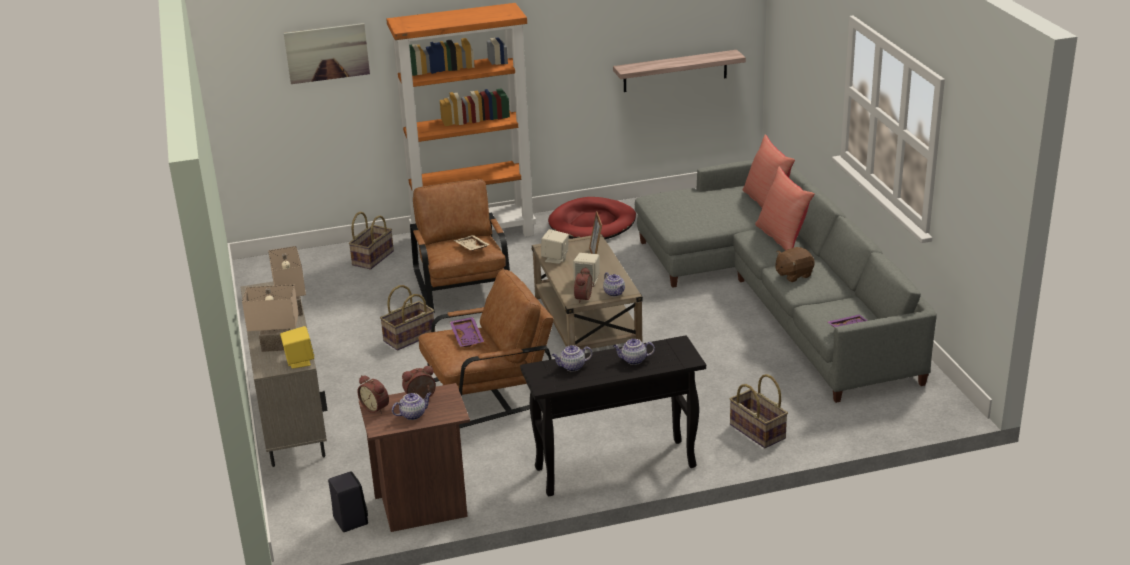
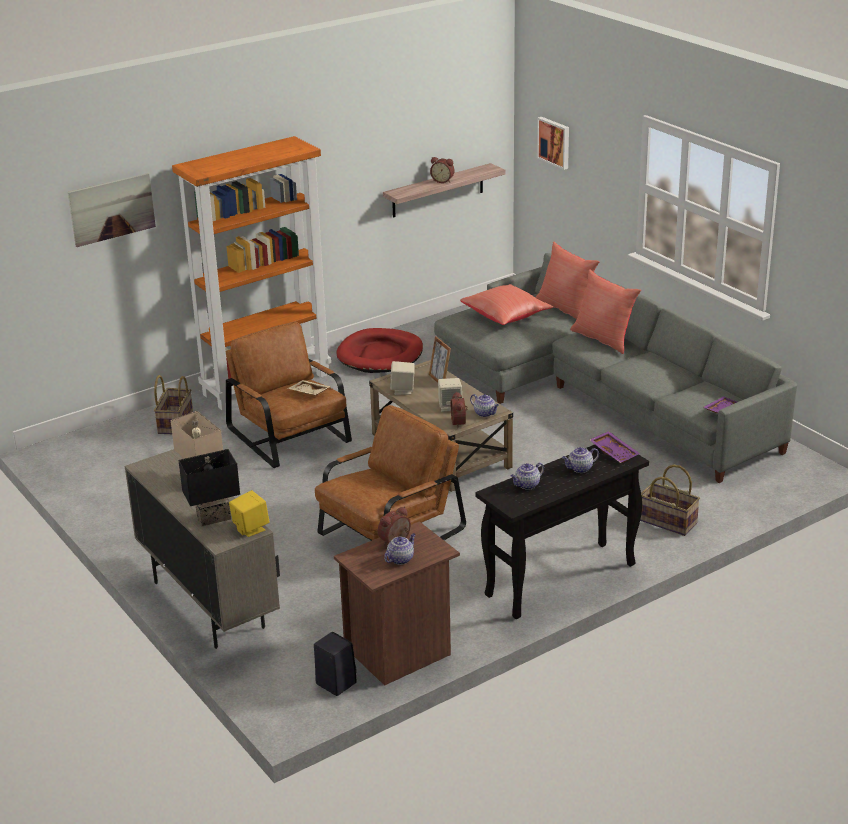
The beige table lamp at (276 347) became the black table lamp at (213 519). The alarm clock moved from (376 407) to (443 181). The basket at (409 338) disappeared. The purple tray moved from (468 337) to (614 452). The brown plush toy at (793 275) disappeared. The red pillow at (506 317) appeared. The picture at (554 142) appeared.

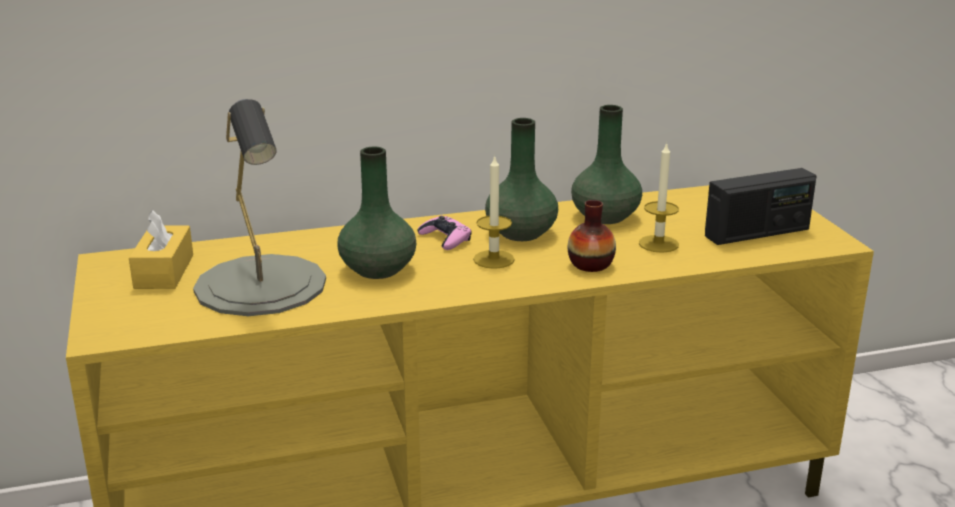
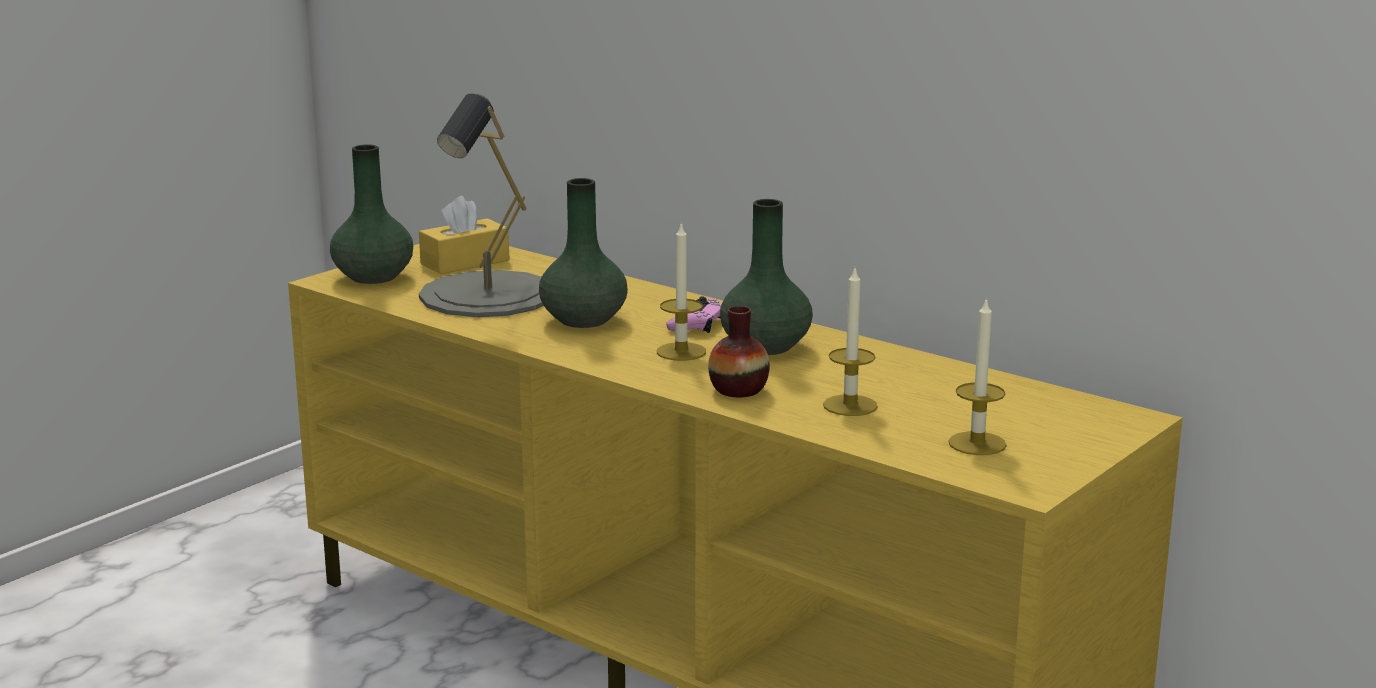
The green vase moved from (605 217) to (372 277). The radio at (757 233) was replaced by the candle at (977 443).

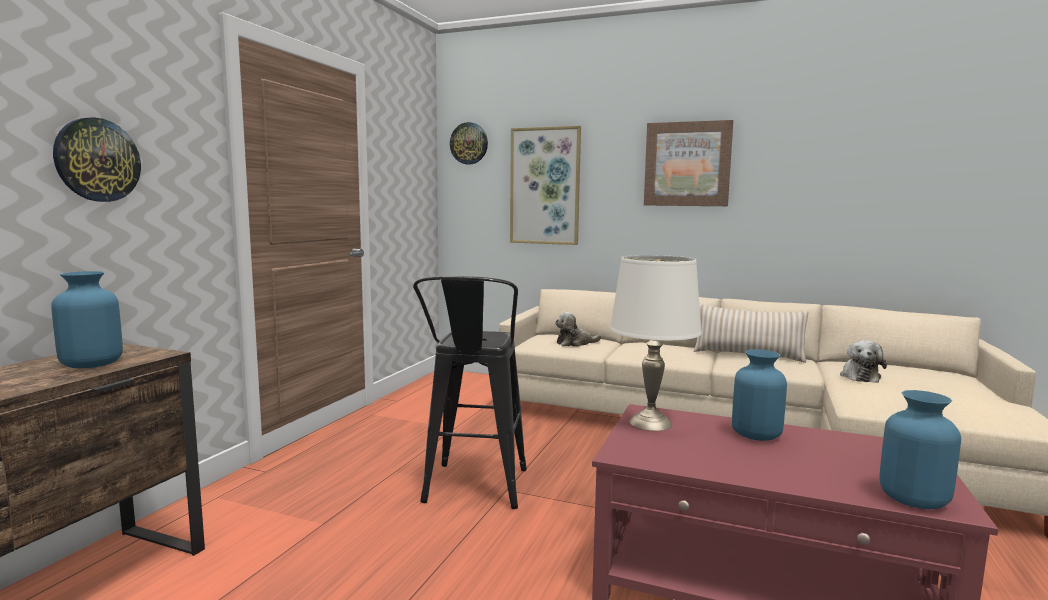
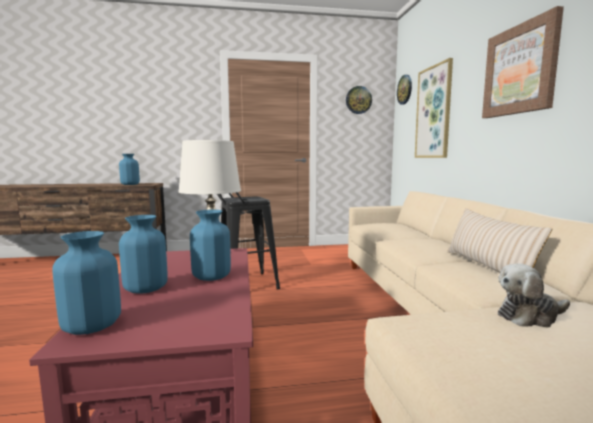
The wall clock moved from (97 160) to (358 100). The plush toy at (575 343) disappeared. The blue vase at (146 288) appeared.

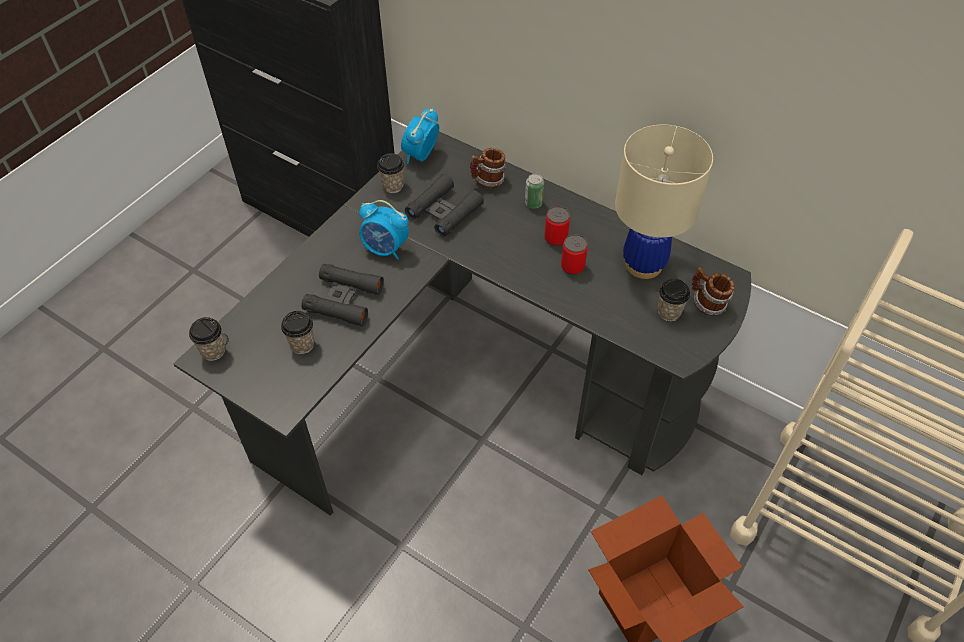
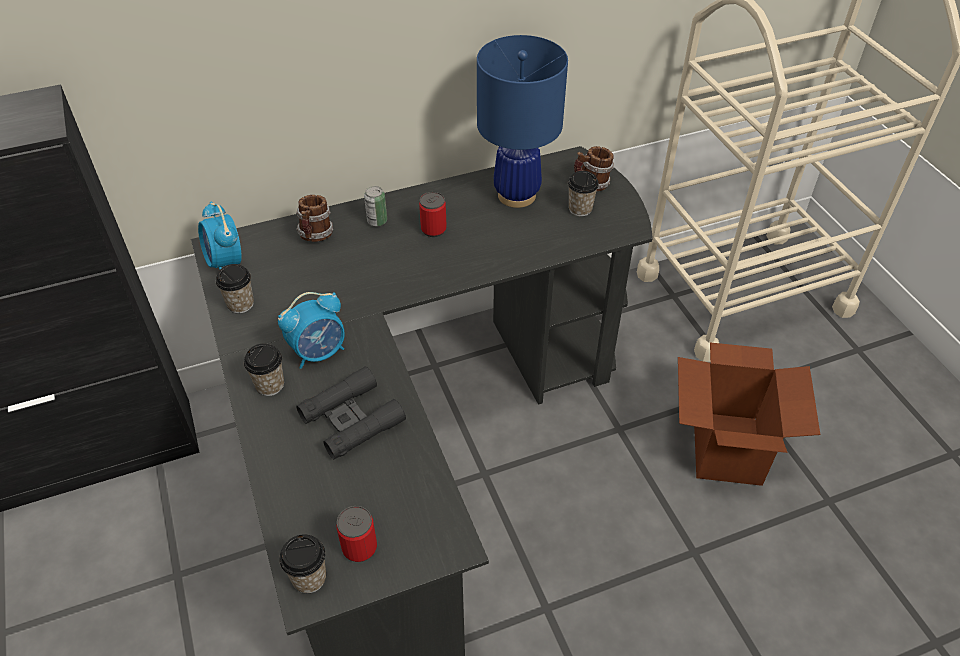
The cup moved from (302 344) to (270 385). The black binoculars at (444 211) disappeared. The can moved from (572 267) to (359 547). The beige table lamp at (644 264) became the blue table lamp at (516 195).

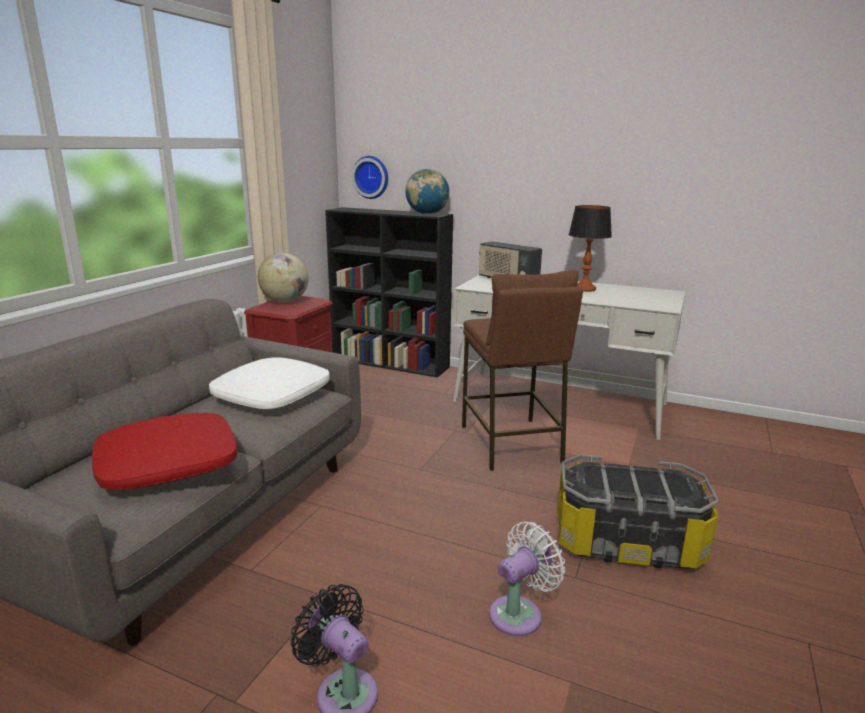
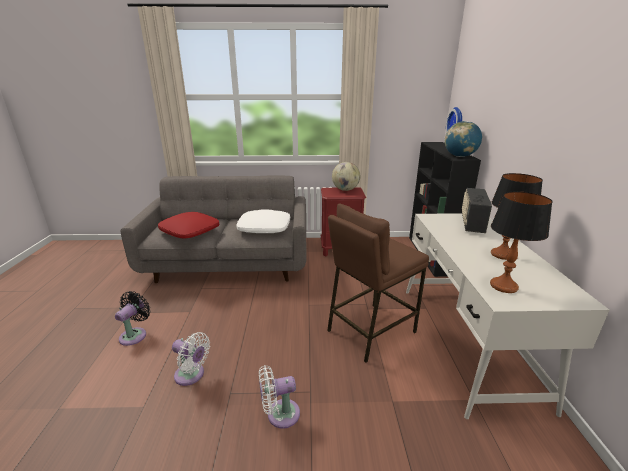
The storage box at (627 542) was replaced by the white fan at (279 414). The table lamp at (503 286) appeared.

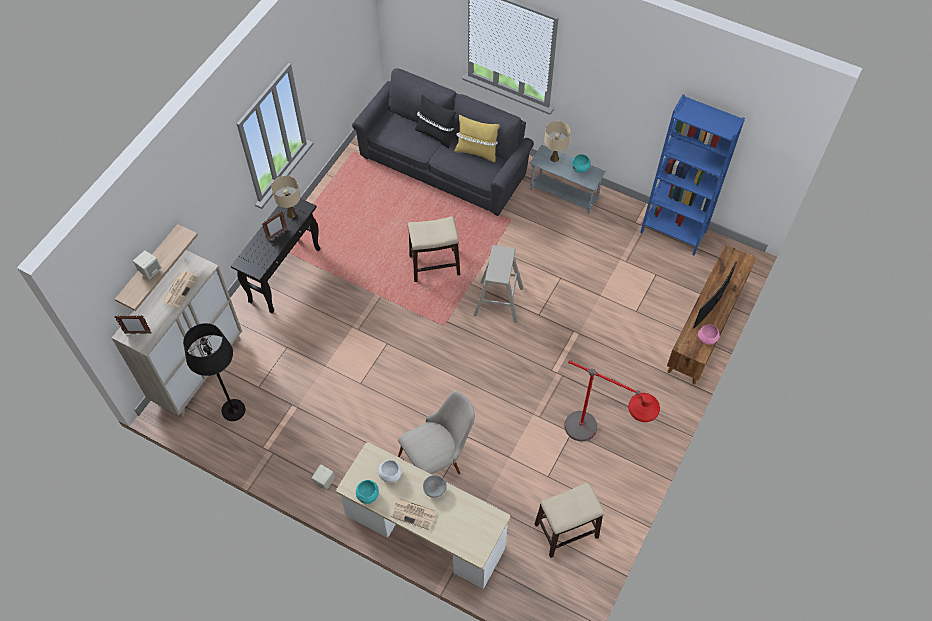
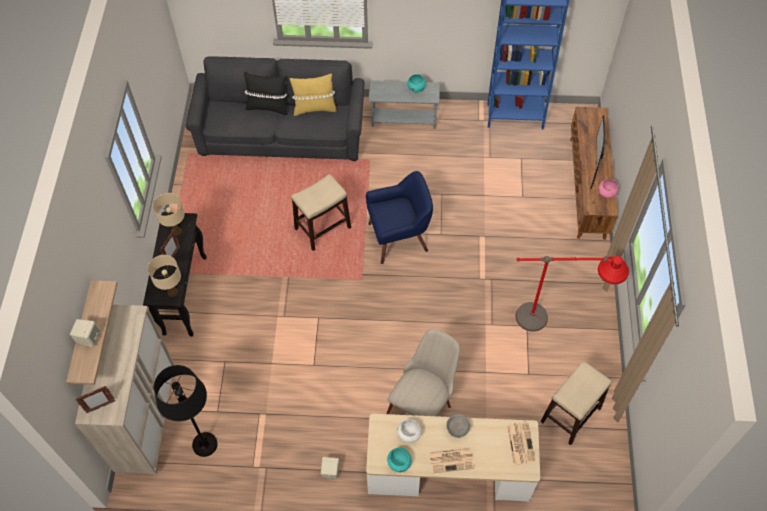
The newspaper moved from (180 288) to (520 443). The beige stool at (498 302) was replaced by the blue armchair at (399 237). The beige table lamp moved from (554 158) to (172 292).

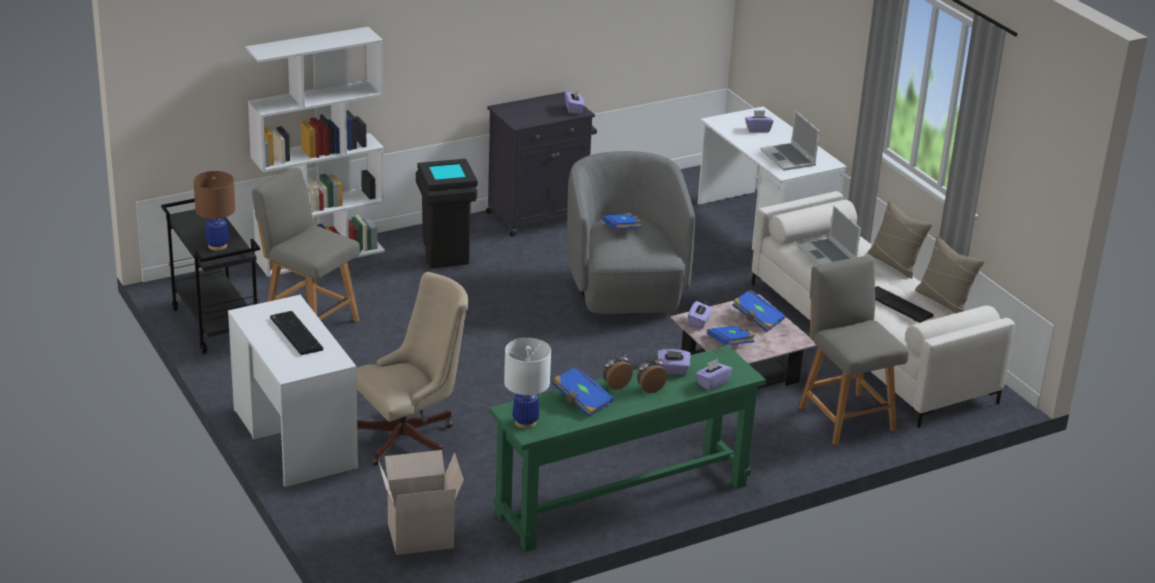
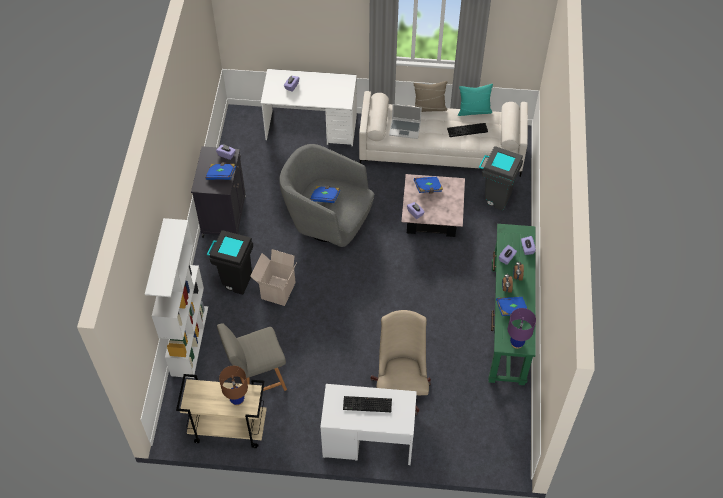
The black cart at (214 325) became the beige cart at (228 428). The cardboard box moved from (421 534) to (277 290). The white table lamp at (525 422) became the purple table lamp at (517 343). The blue book moved from (730 344) to (221 175). The laptop at (789 158) disappeared. The grey chair at (844 417) was replaced by the grey trash can at (495 198). The beige pillow at (944 301) became the turquoise pillow at (474 111).

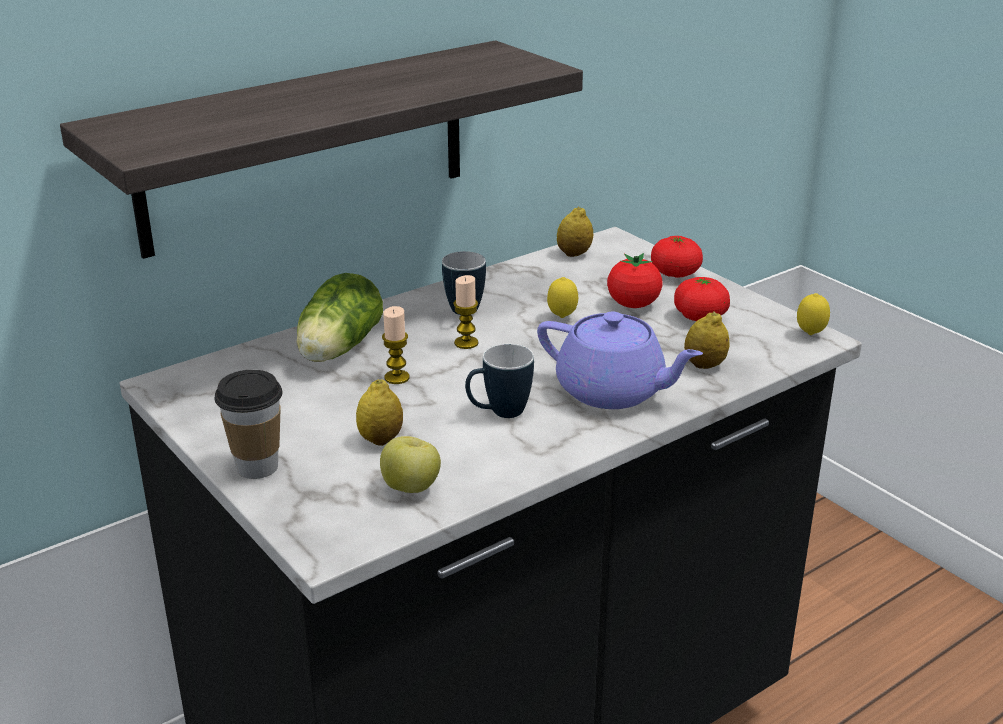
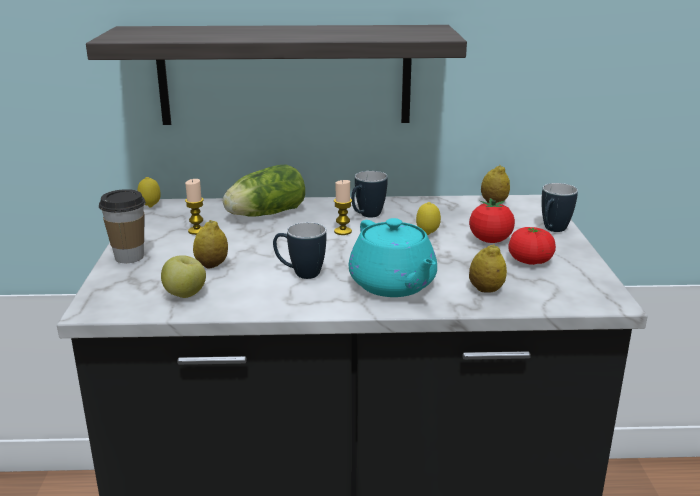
The candle moved from (397 377) to (197 231). The purple teapot at (613 391) became the turquoise teapot at (393 285). The tomato at (675 273) was replaced by the mug at (552 231). The lemon moved from (810 334) to (150 207).

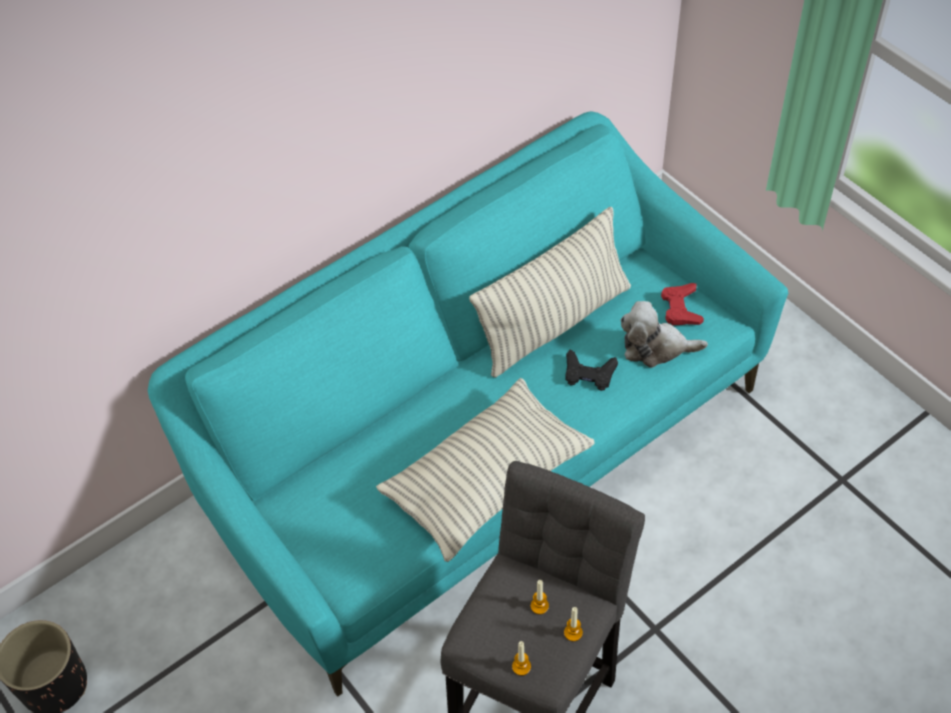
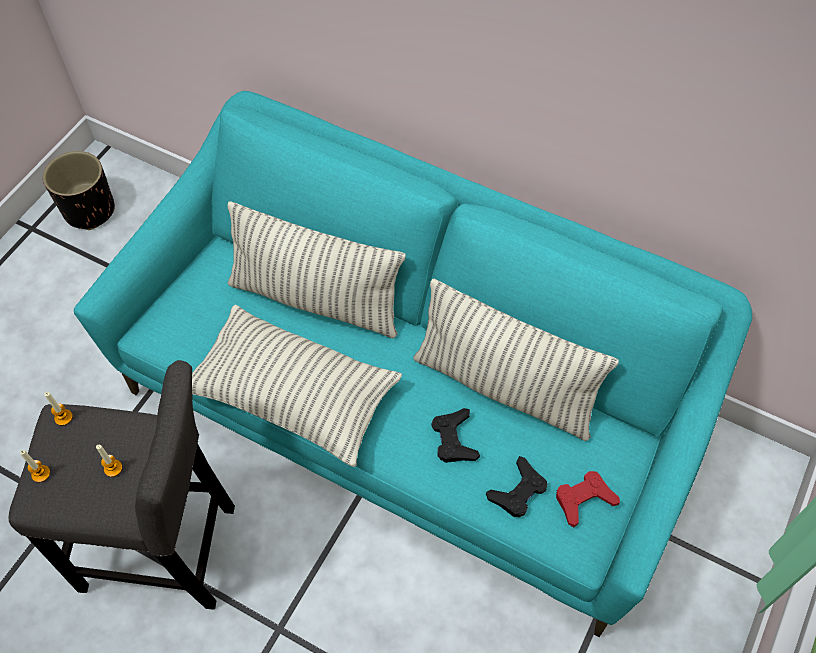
The candle moved from (573 632) to (63 417). The plush toy at (656 347) was replaced by the black game controller at (518 491). The pillow at (316 300) appeared.

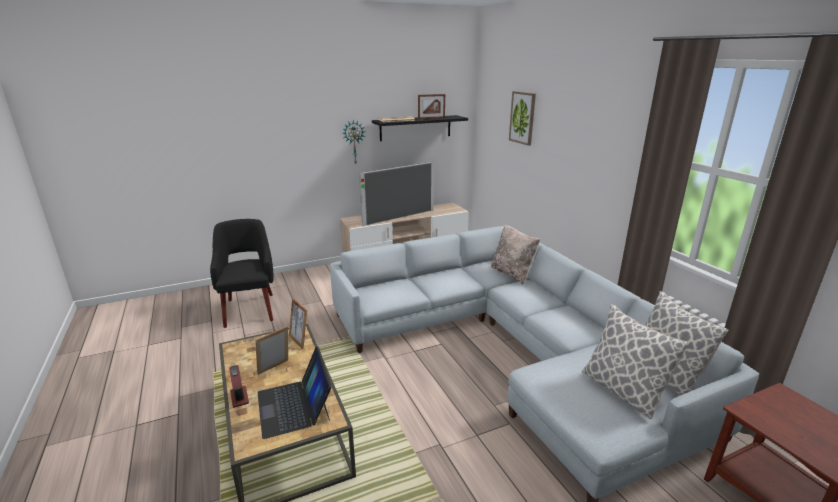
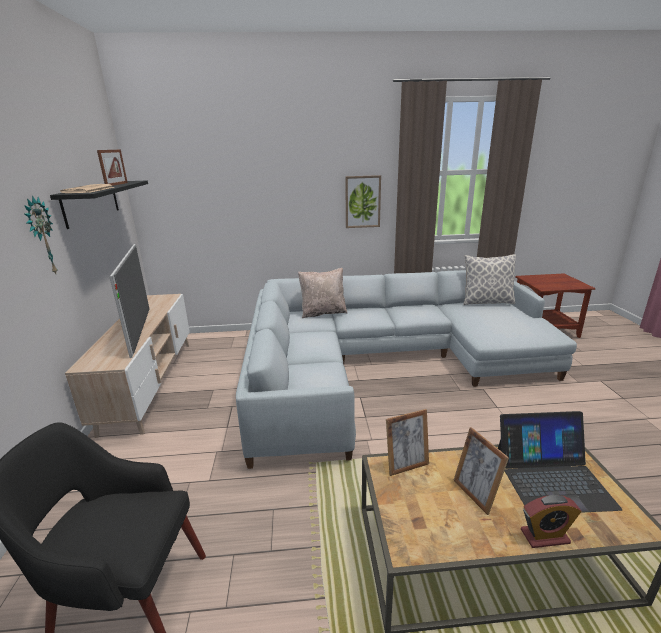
The picture moved from (522 118) to (362 202). The pillow at (622 390) disappeared.

